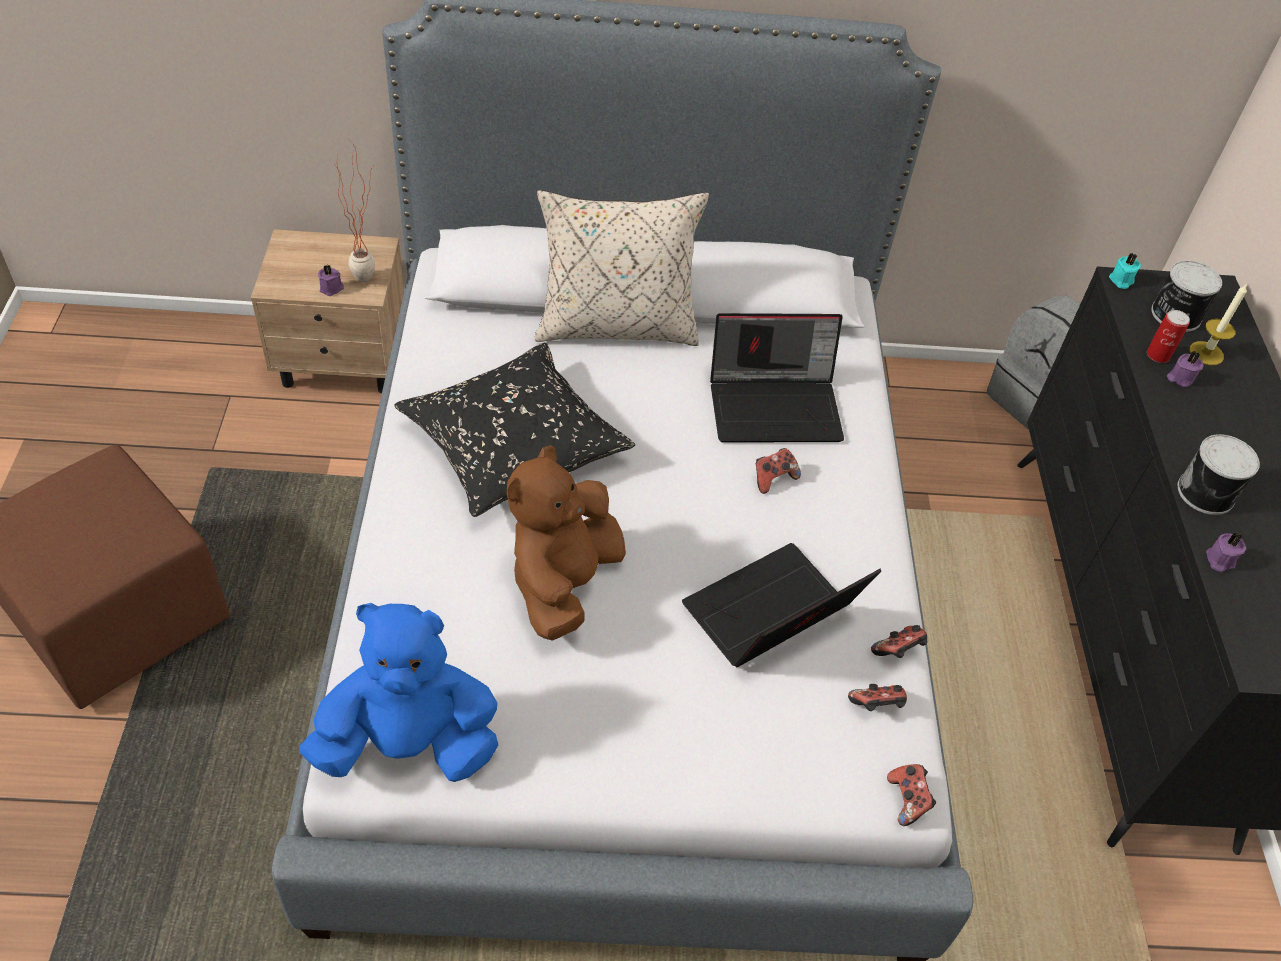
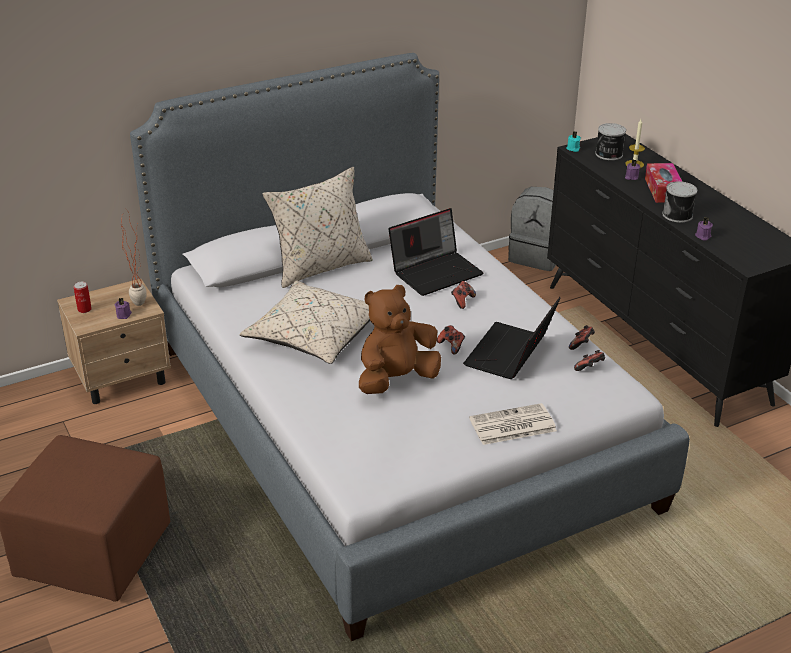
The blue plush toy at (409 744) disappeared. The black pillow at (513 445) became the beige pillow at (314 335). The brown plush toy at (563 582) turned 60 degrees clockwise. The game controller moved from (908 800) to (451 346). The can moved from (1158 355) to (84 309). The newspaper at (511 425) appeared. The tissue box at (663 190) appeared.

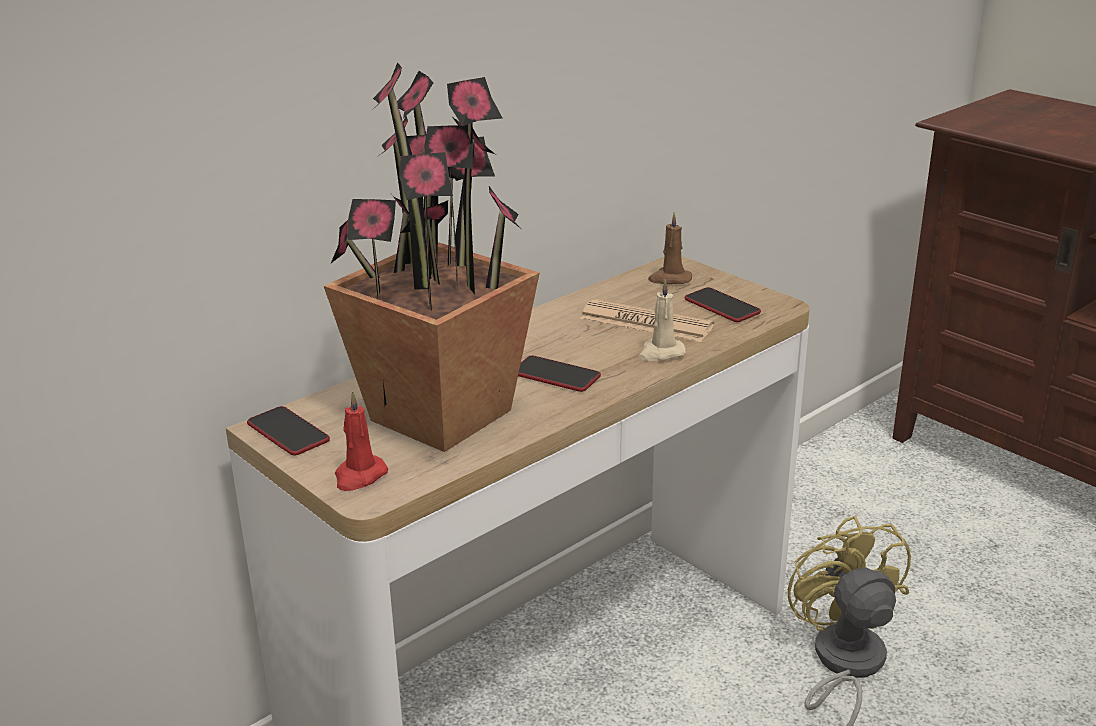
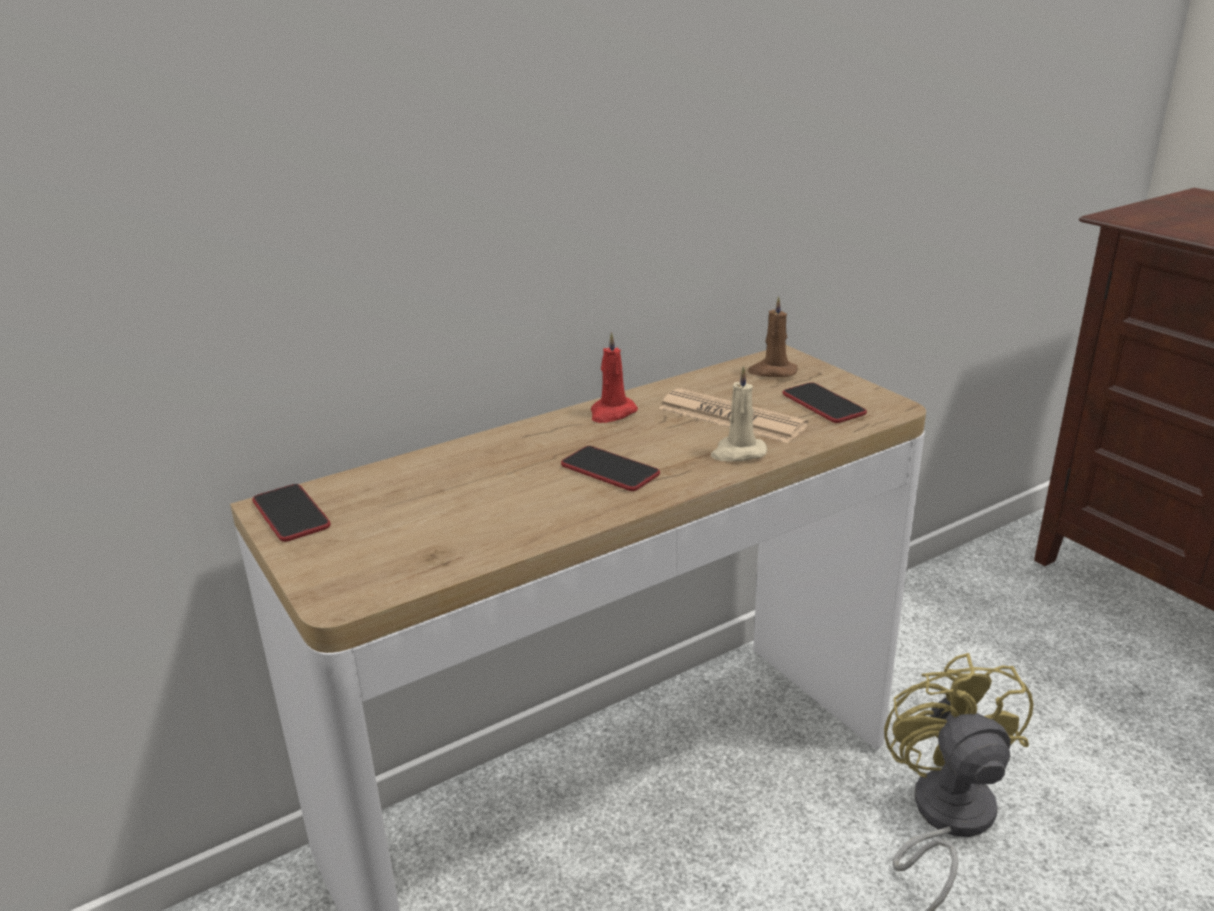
The potted plant at (442 414) disappeared. The red candle moved from (359 476) to (612 413).

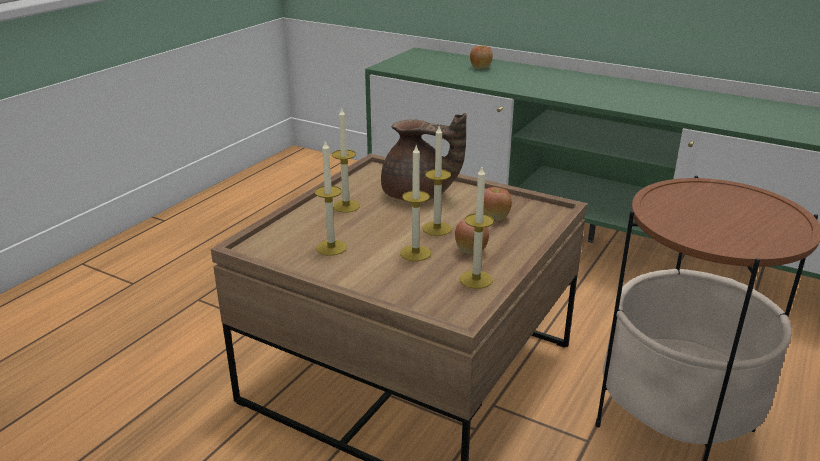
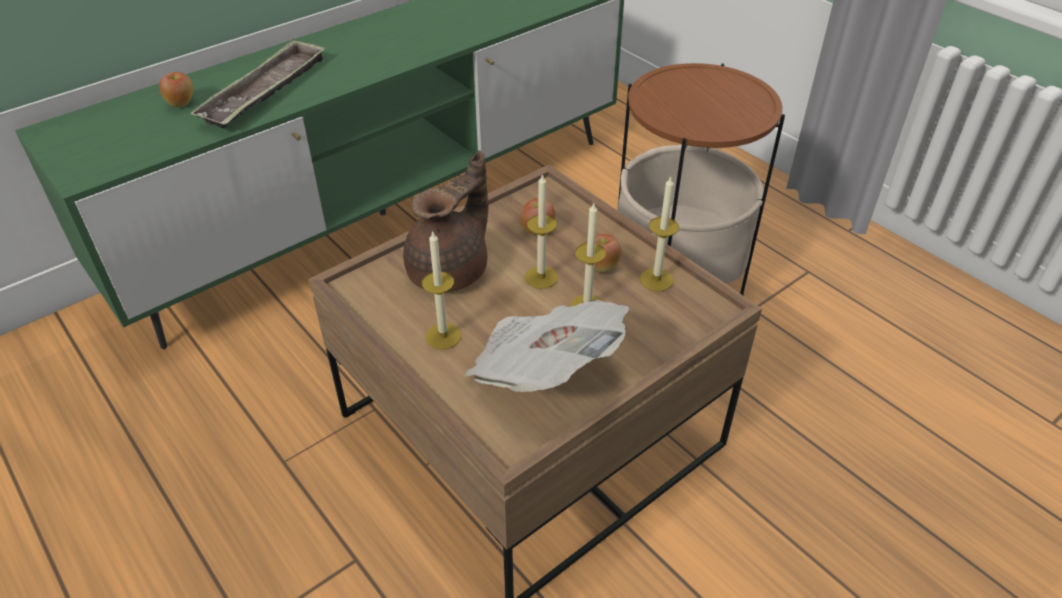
The candle at (331 247) was replaced by the newspaper at (544 370). The tray at (265 91) appeared.

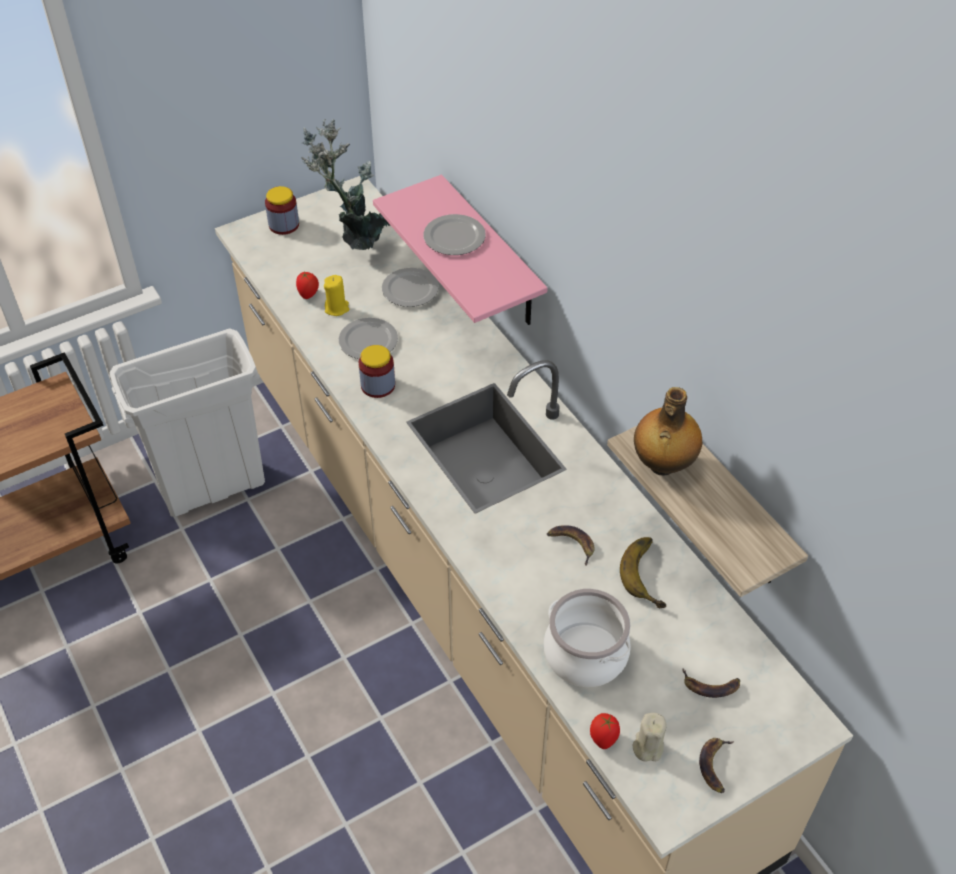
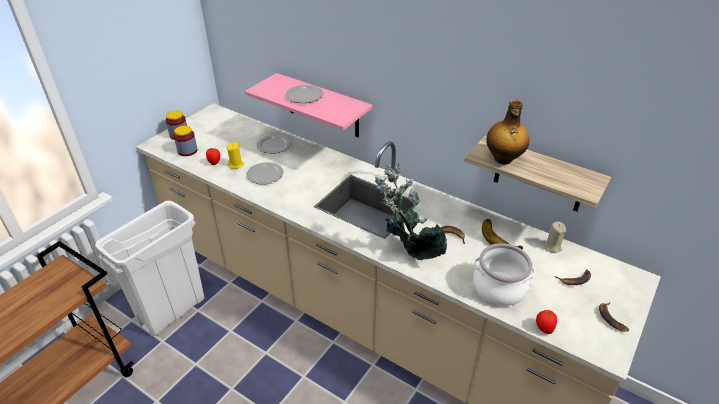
The potted plant moved from (356 241) to (408 253). The jar moved from (378 385) to (187 151). The beige candle moved from (648 747) to (552 247).

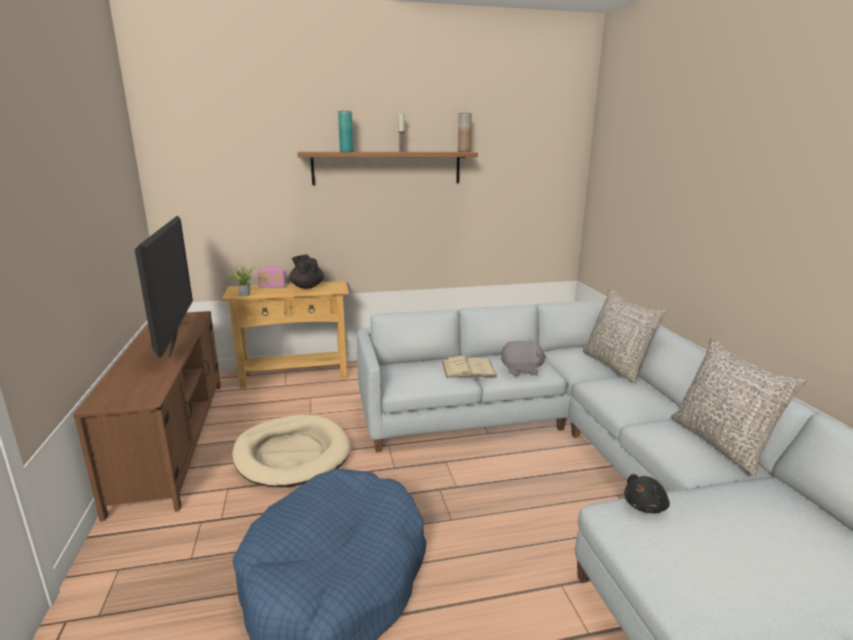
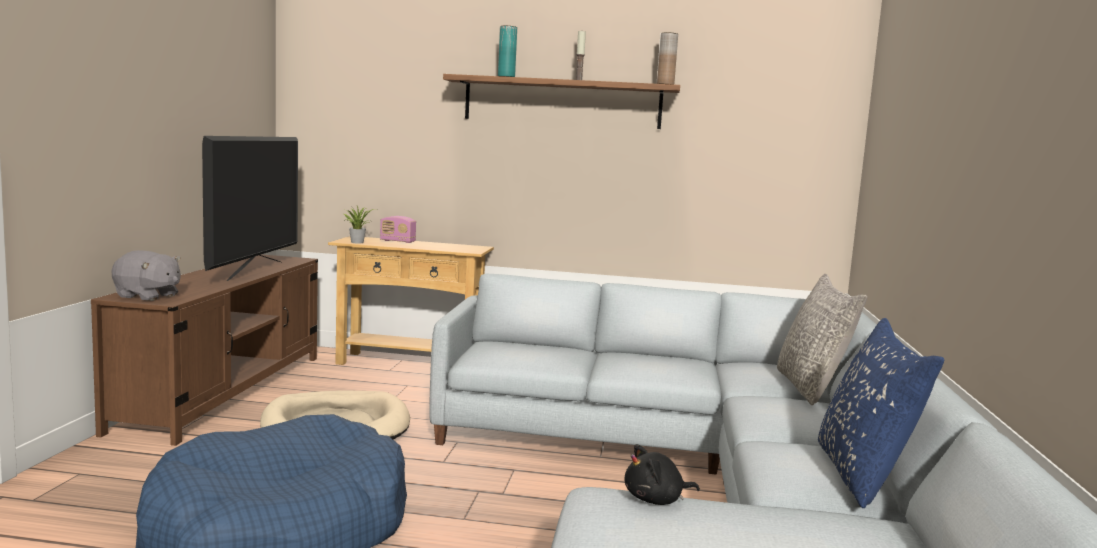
The black teapot at (307 287) disappeared. The beige book at (468 369) disappeared. The grey plush toy moved from (521 370) to (147 296). The grey pillow at (721 443) became the blue pillow at (864 476).

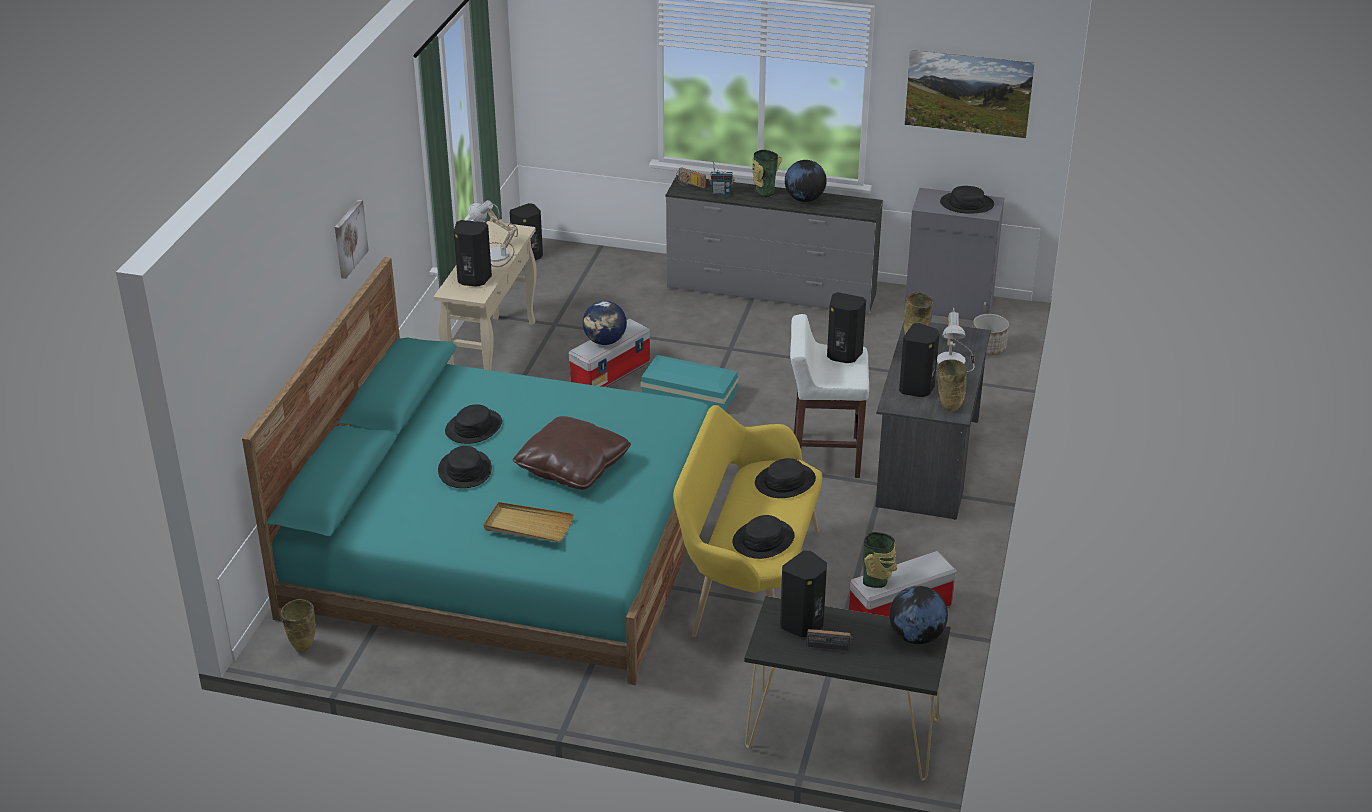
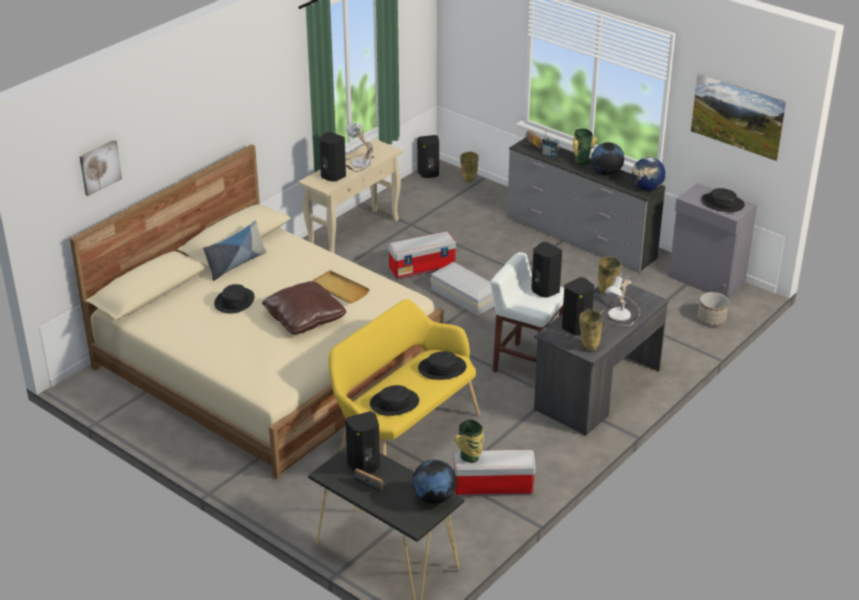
The turquoise bed at (507 542) became the beige bed at (268 362). The beige vase moved from (302 648) to (468 181). The picture moved from (349 238) to (99 167). The black hat at (473 427) disappeared. The beige tray moved from (528 525) to (339 289). The globe moved from (605 341) to (647 188). The turquoise storage box at (690 395) became the white storage box at (465 296). The pillow at (236 264) appeared.

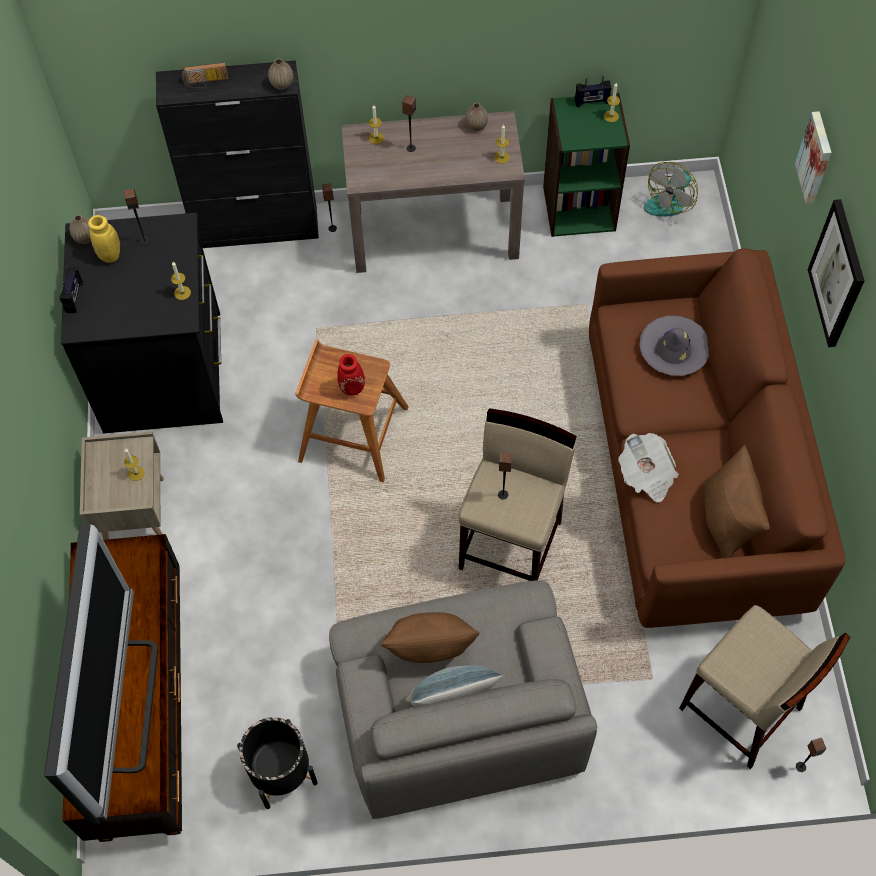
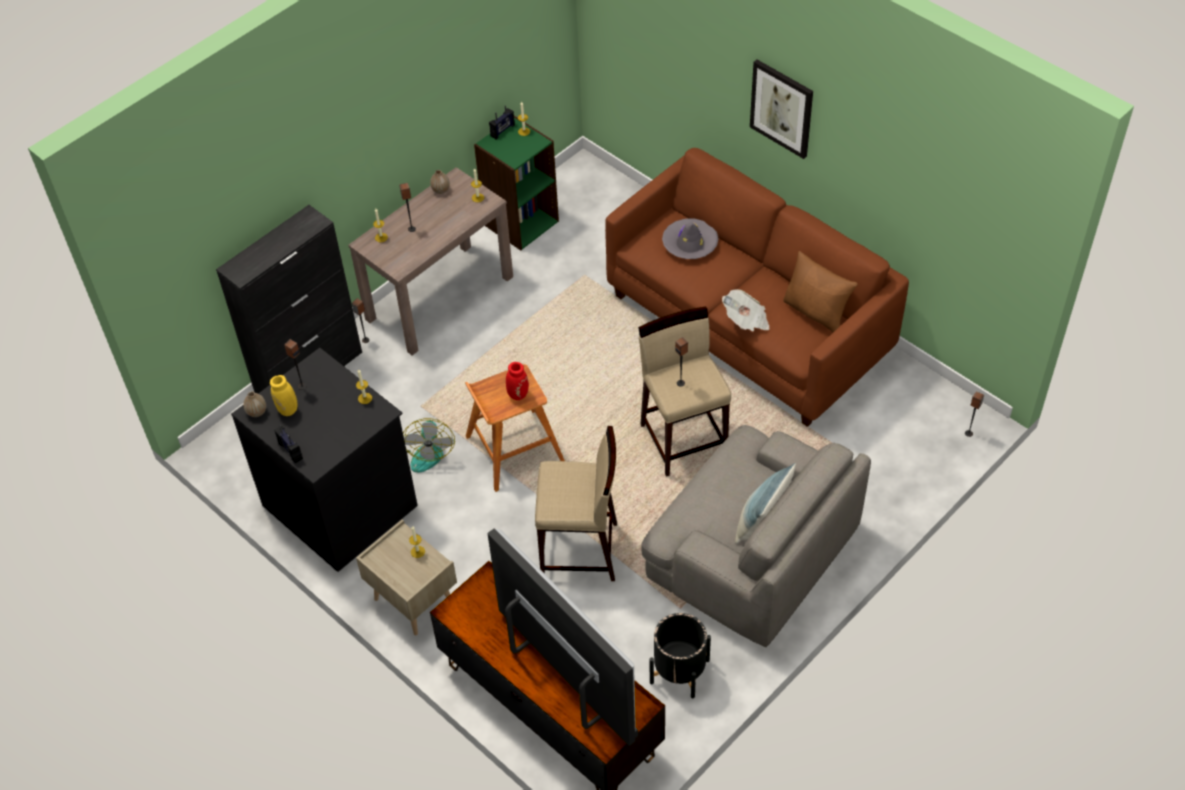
The radio at (206 82) disappeared. The vase at (282 84) disappeared. The brown pillow at (429 649) disappeared. The fan moved from (670 200) to (427 451). The beige stool moved from (740 710) to (580 552). The picture at (816 157) disappeared.

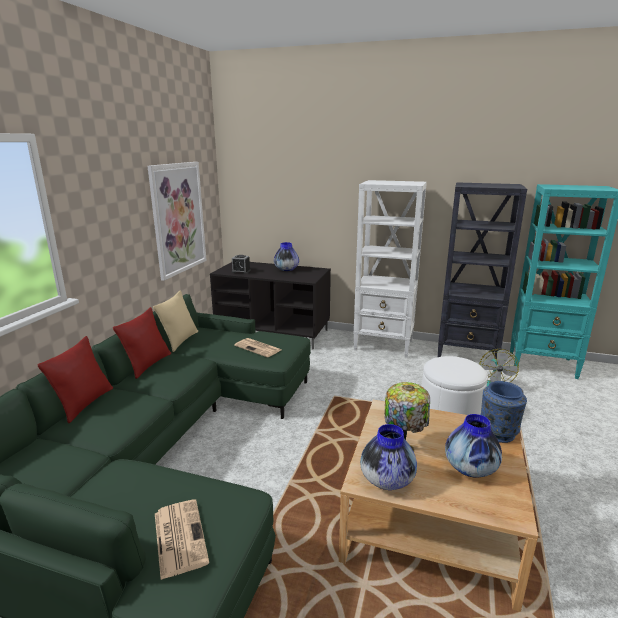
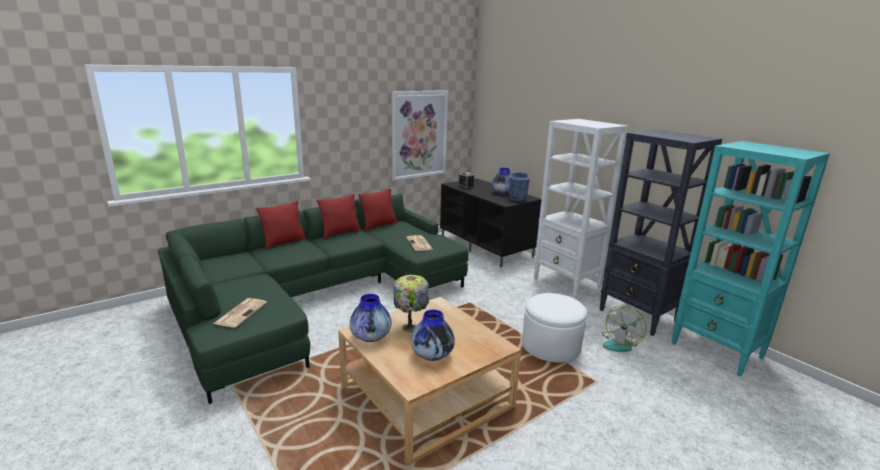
The beige pillow at (180 341) became the red pillow at (379 225). The blue vase moved from (498 432) to (517 198).

